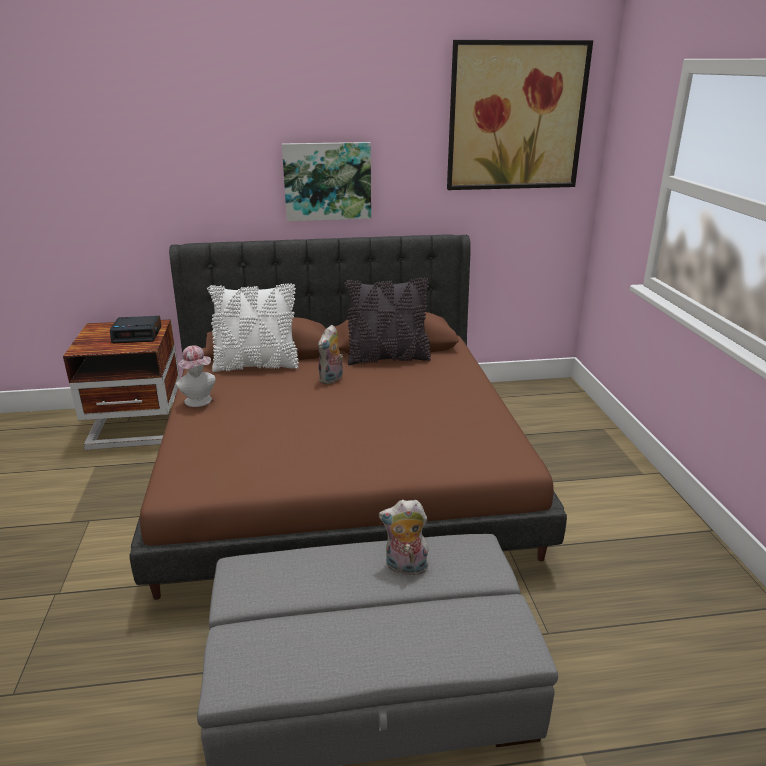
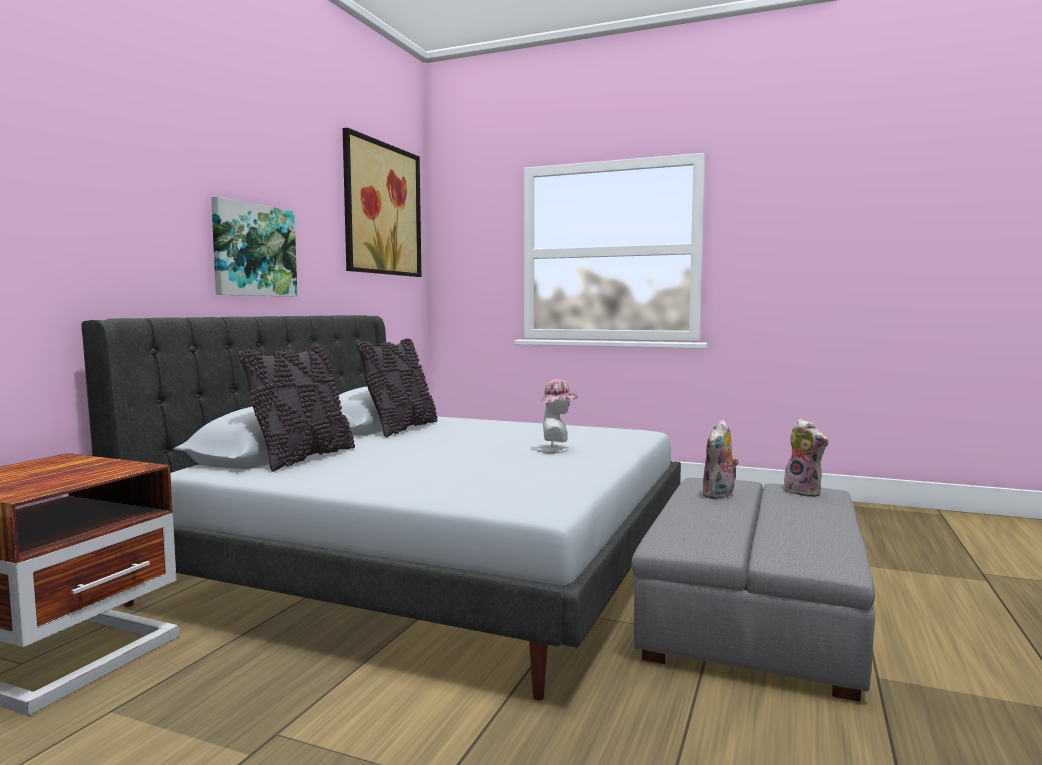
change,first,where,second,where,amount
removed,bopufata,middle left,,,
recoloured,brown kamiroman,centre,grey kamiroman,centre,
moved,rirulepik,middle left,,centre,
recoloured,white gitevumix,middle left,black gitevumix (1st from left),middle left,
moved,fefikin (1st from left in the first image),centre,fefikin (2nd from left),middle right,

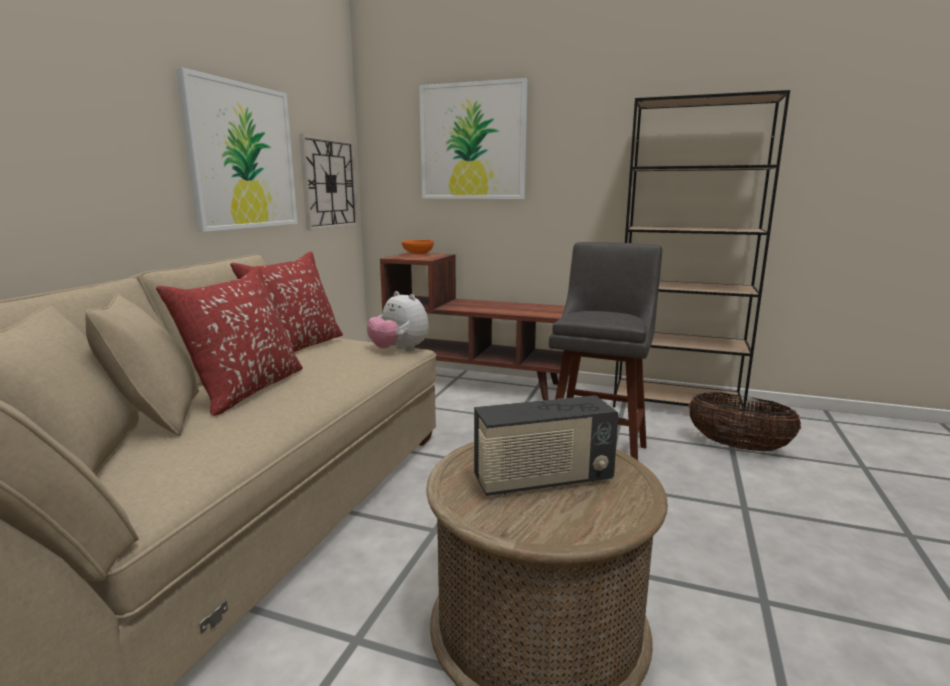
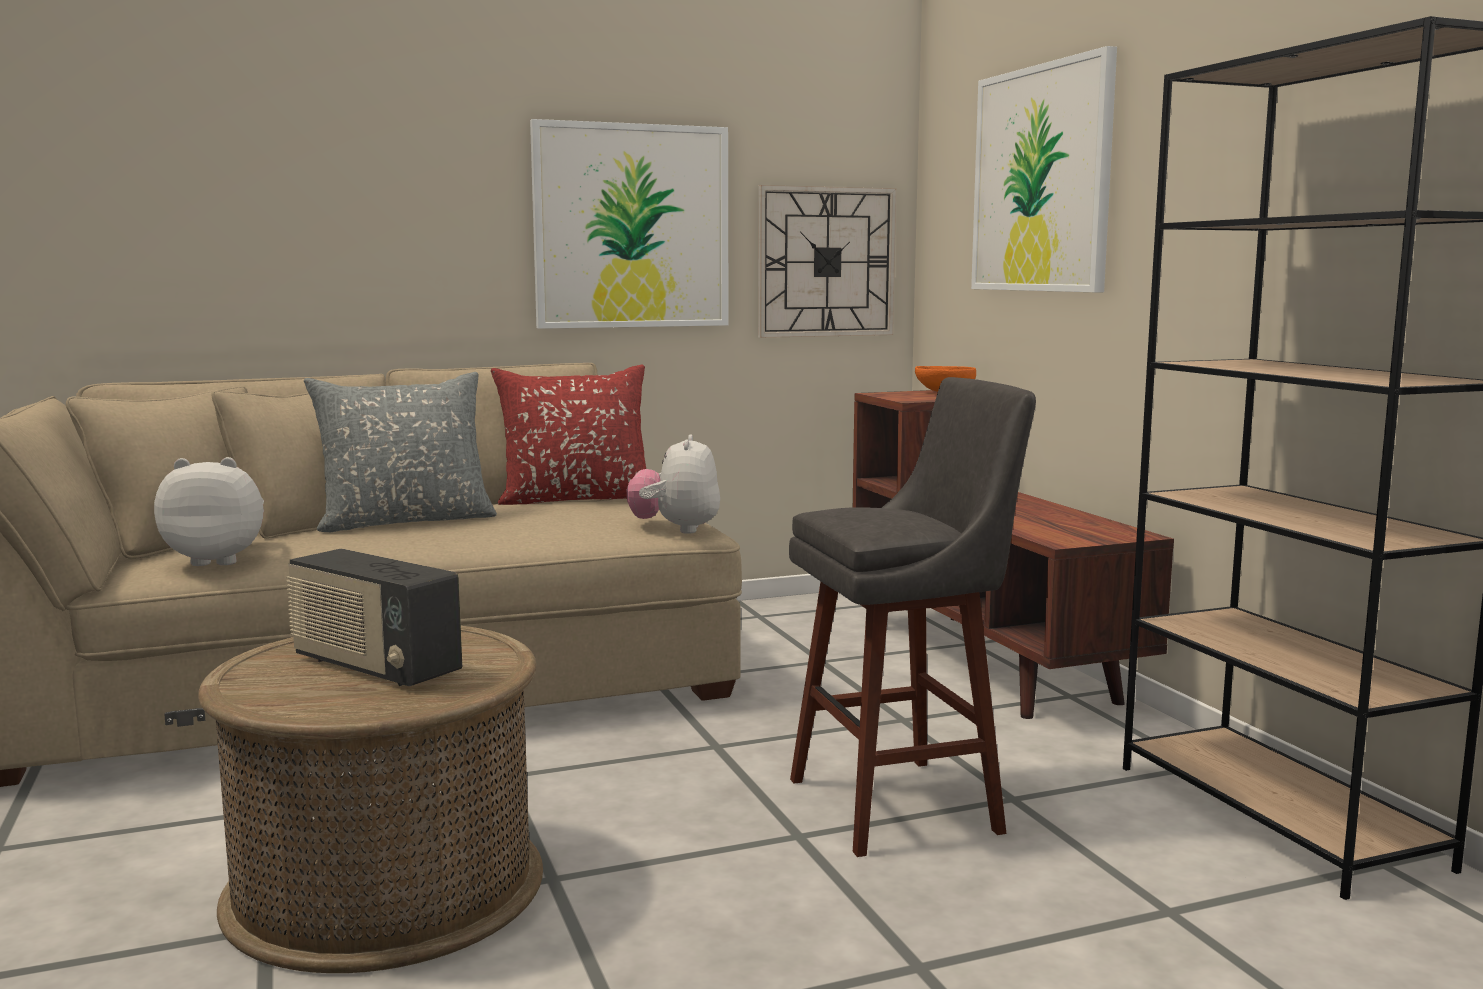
change,first,where,second,where,amount
recoloured,red gitevumix (1st from left),middle left,grey gitevumix,middle left,
removed,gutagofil,middle right,,,
added,,,fefikin (1st from left),middle left,

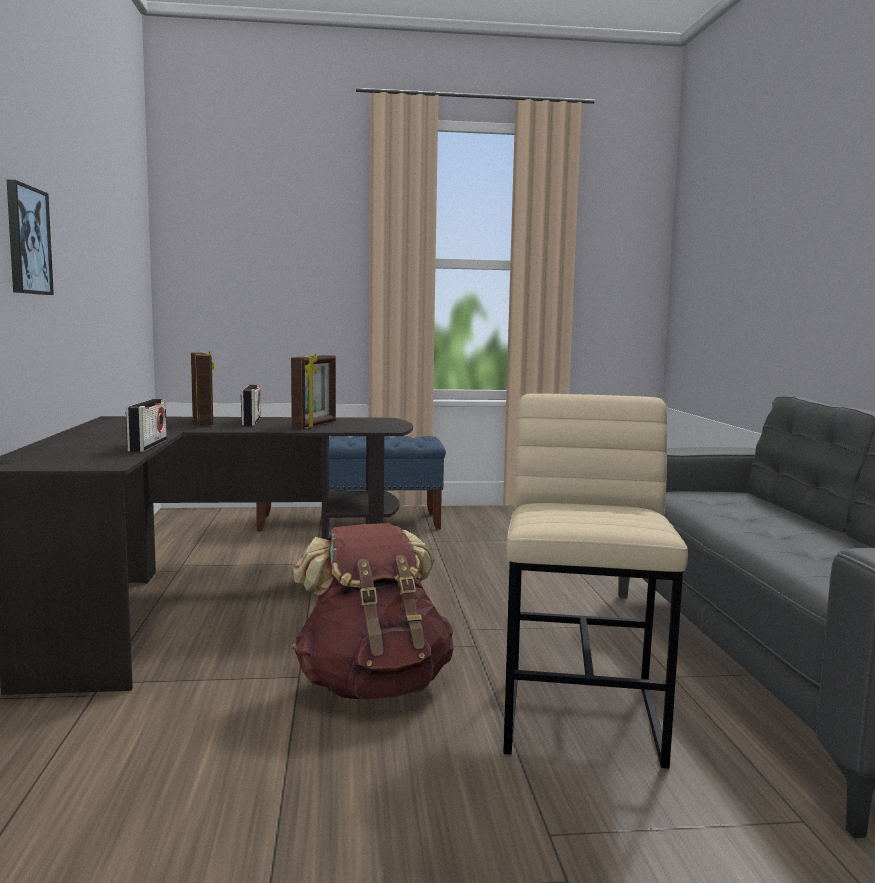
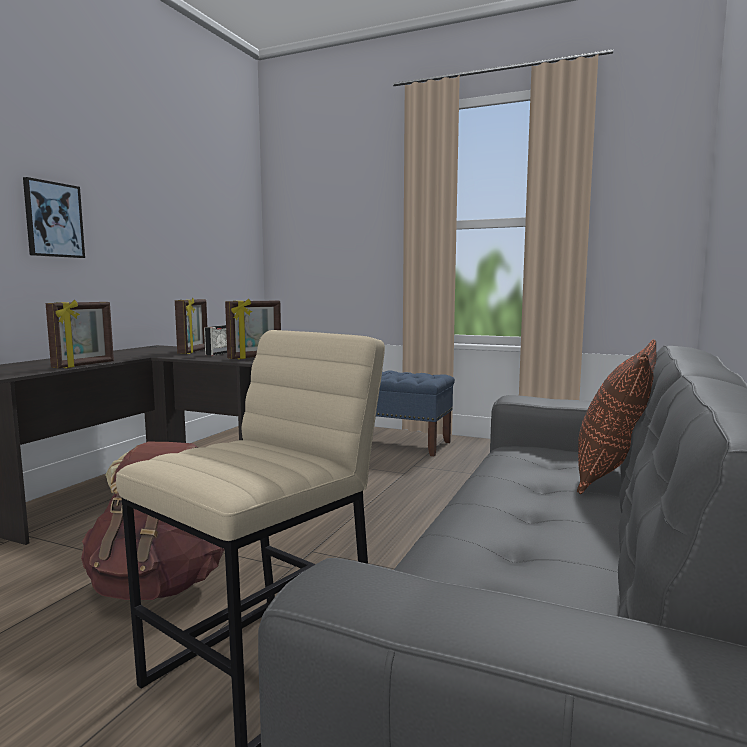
change,first,where,second,where,amount
replaced,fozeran (1st from left),middle left,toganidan (1st from left),middle left,
added,,,brown gitevumix,middle right,

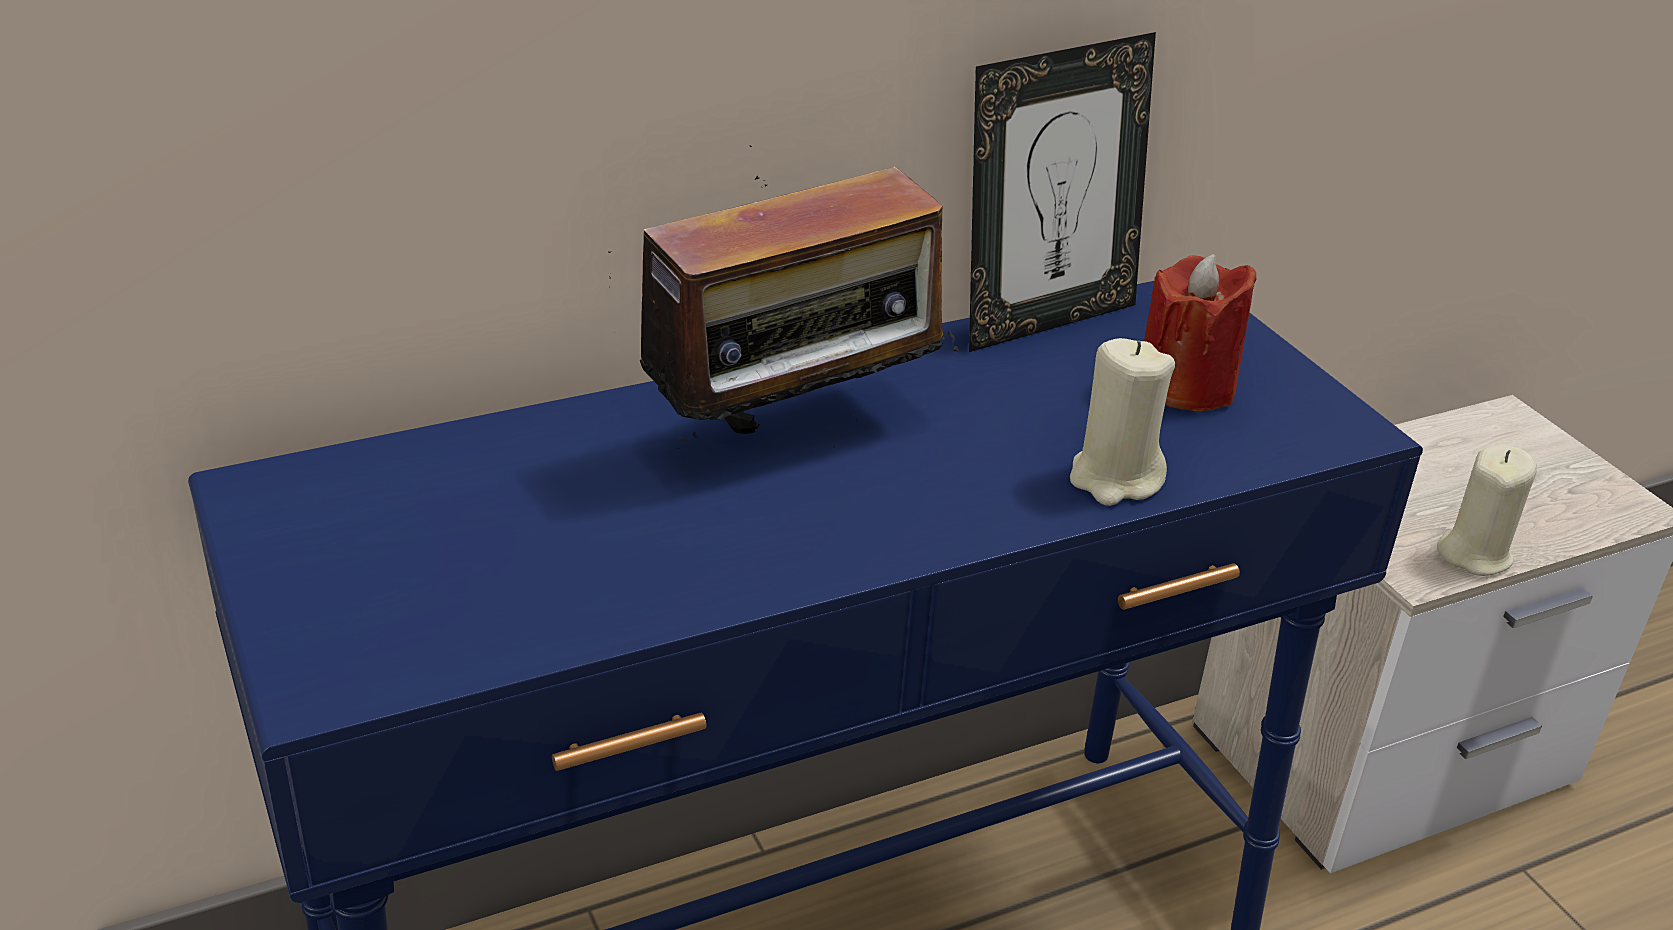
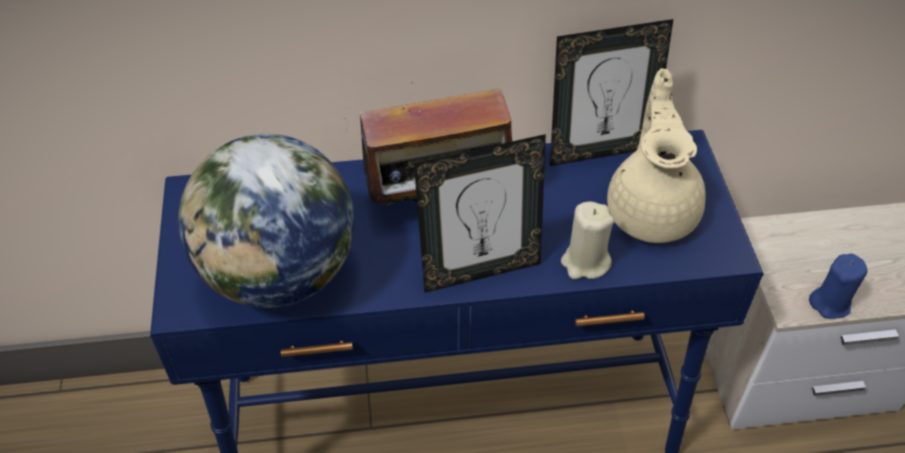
change,first,where,second,where,amount
replaced,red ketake,middle right,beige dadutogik,middle right,
recoloured,beige ketake (2nd from left),middle right,blue ketake,middle right,
added,,,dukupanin,middle left,
added,,,toganidan (1st from left),centre,

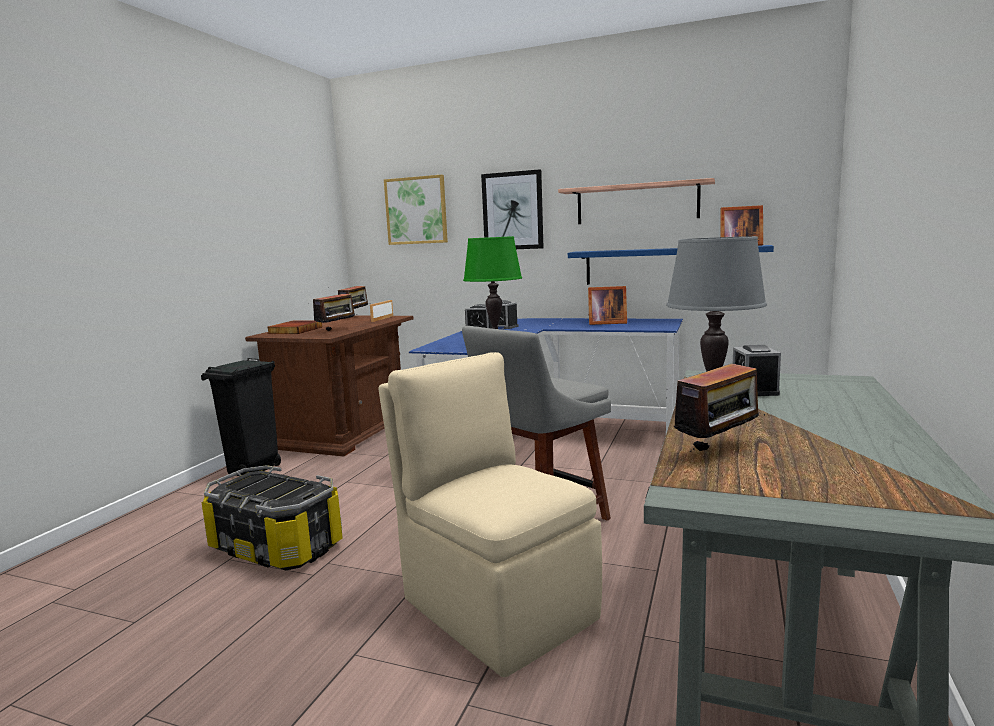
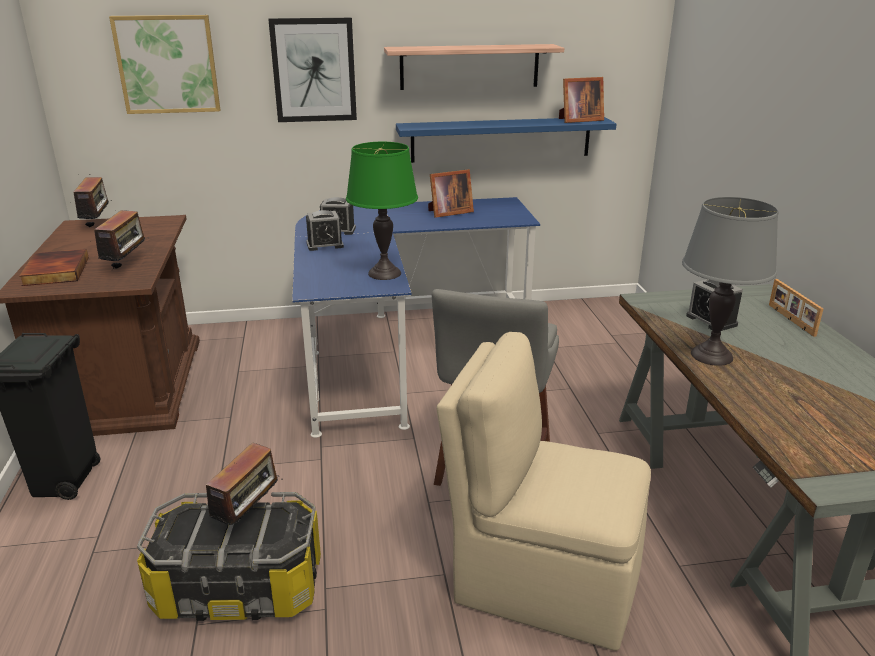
change,first,where,second,where,amount
moved,toganidan (1st from left in the first image),centre,toganidan (3rd from left),middle right,
moved,fozeran (3rd from left),middle right,,bottom left,

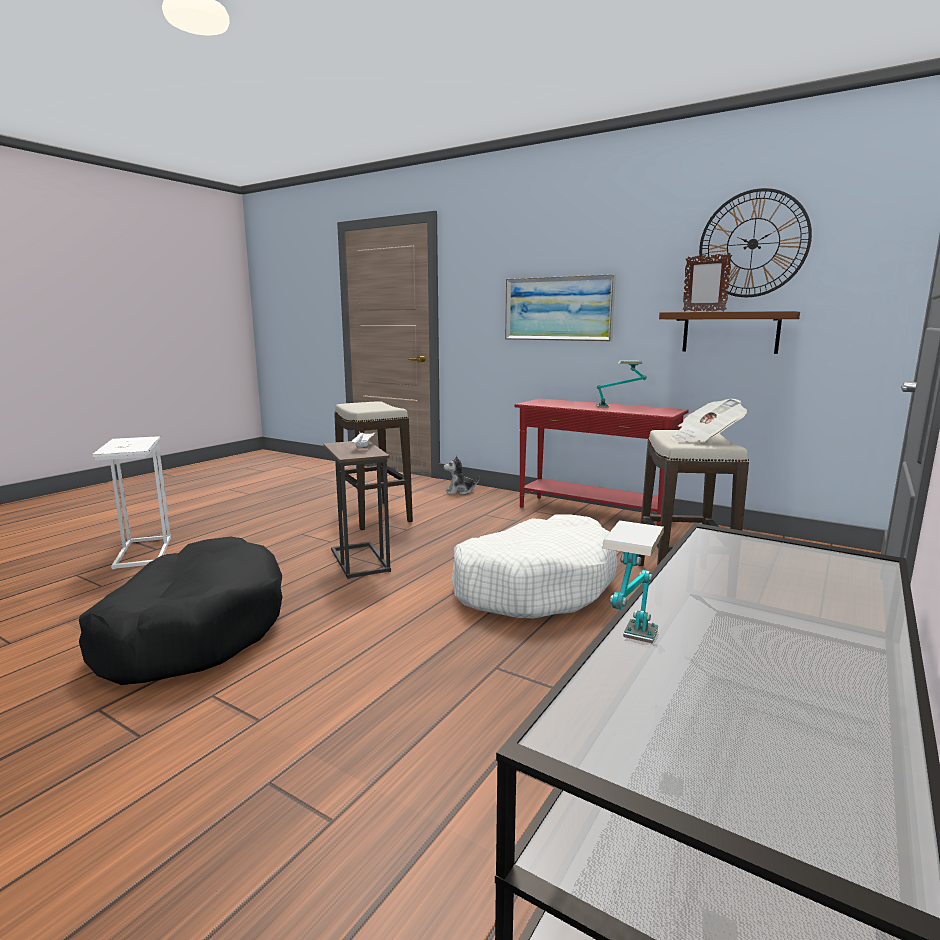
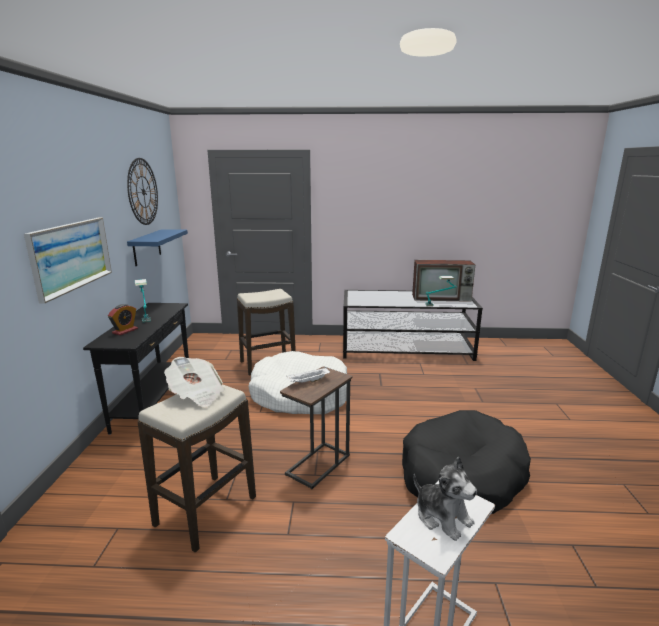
change,first,where,second,where,amount
moved,fefikin,centre,,bottom right,
recoloured,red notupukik,centre,black notupukik,middle left,
recoloured,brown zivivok,middle right,blue zivivok,middle left,
moved,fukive,middle right,,middle left,
removed,toganidan,top right,,,
added,,,bopufata,middle left,
added,,,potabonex,middle right,

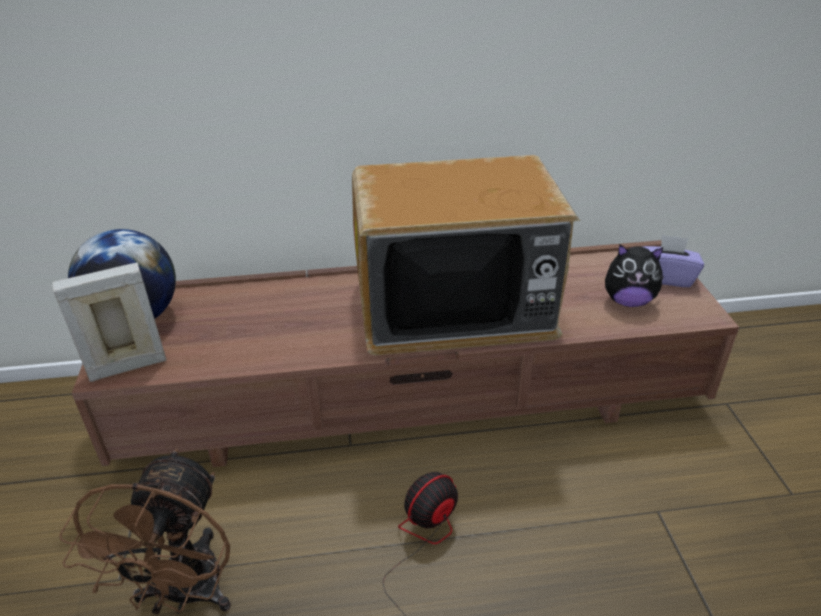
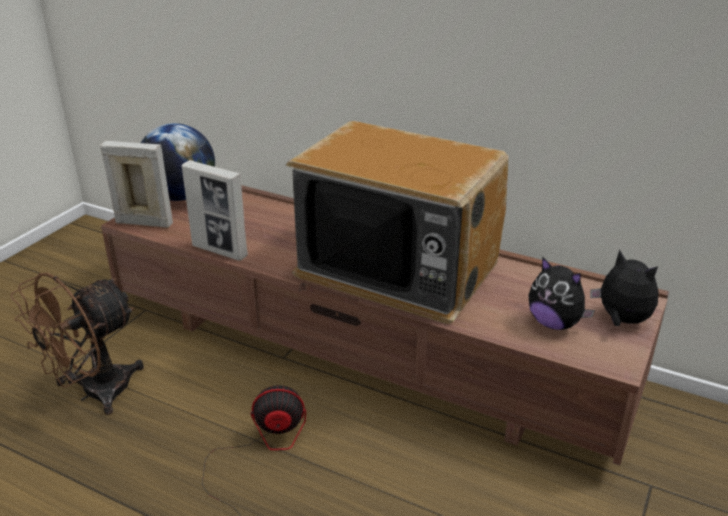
change,first,where,second,where,amount
replaced,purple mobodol,middle right,fefikin (2nd from left),middle right,
added,,,toganidan (2nd from left),middle left,

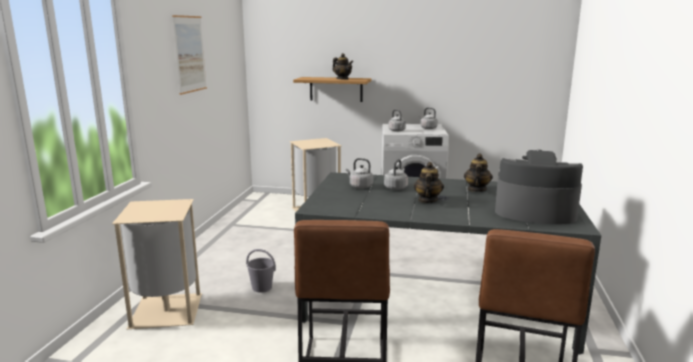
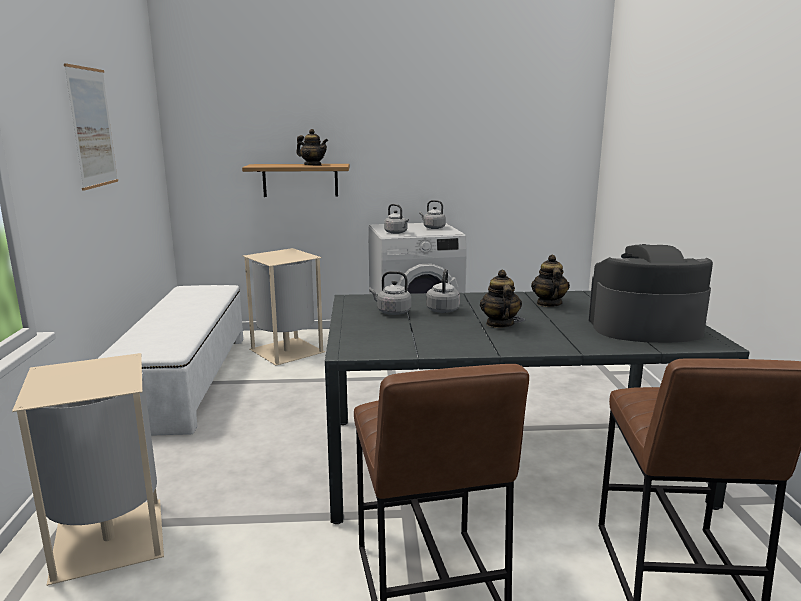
change,first,where,second,where,amount
removed,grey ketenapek,bottom centre,,,
added,,,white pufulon,middle left,

